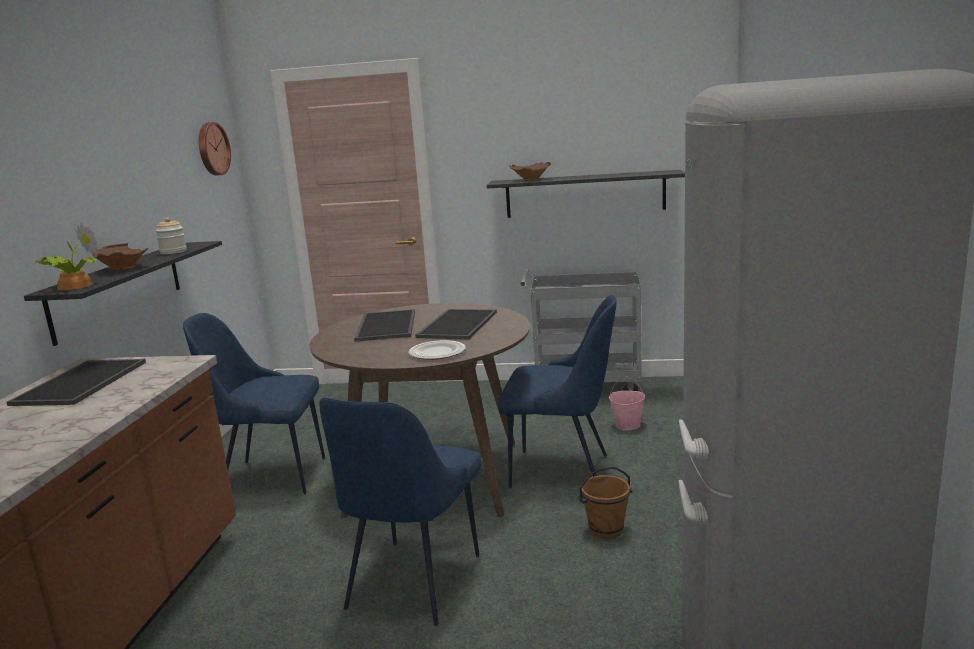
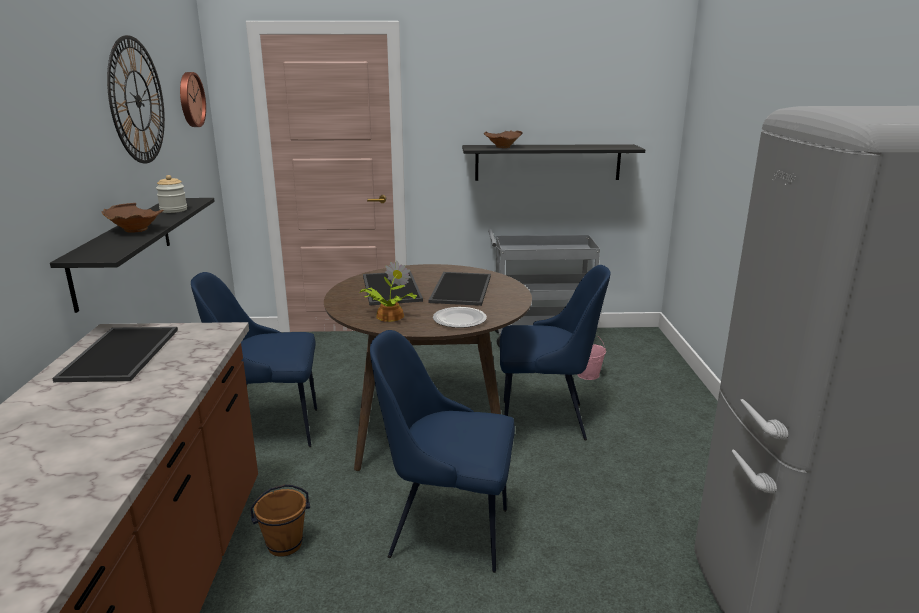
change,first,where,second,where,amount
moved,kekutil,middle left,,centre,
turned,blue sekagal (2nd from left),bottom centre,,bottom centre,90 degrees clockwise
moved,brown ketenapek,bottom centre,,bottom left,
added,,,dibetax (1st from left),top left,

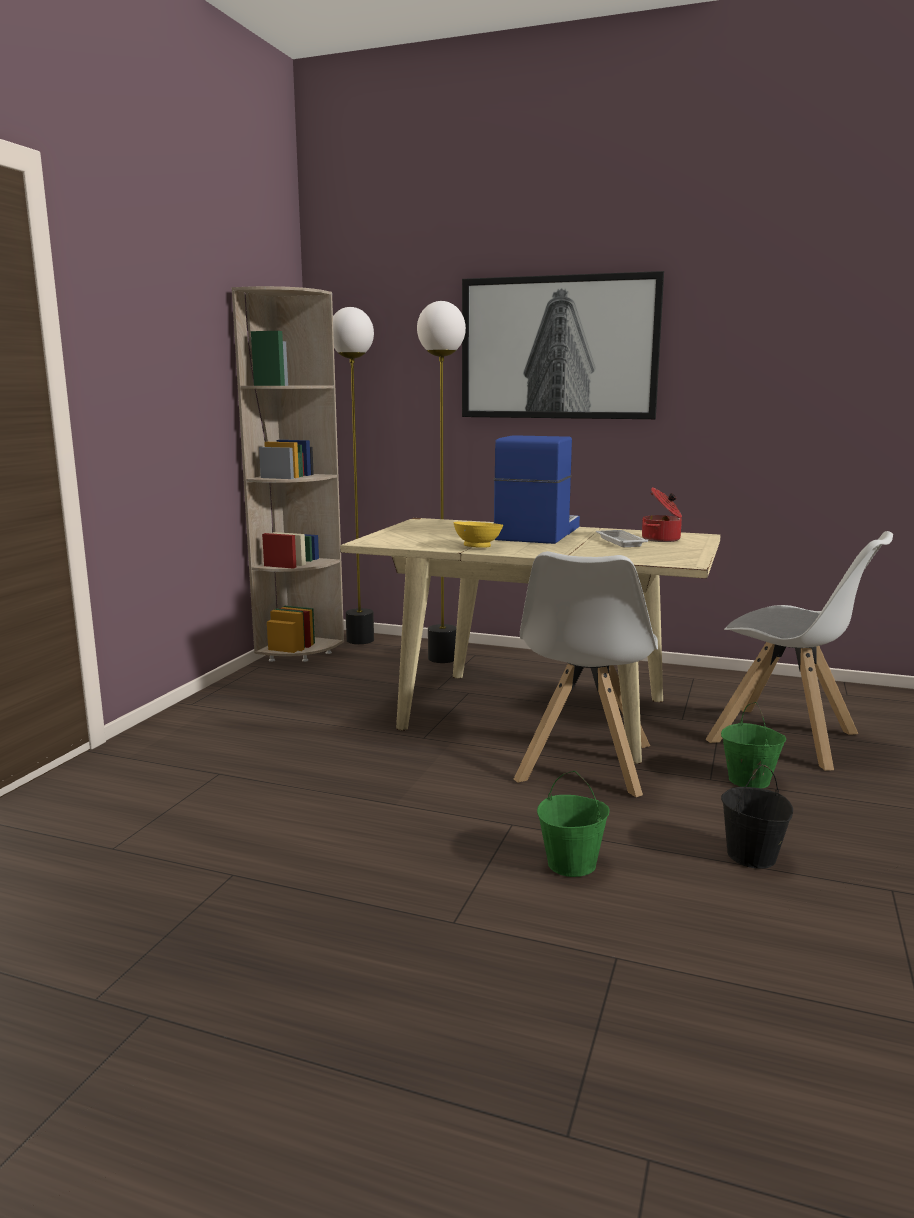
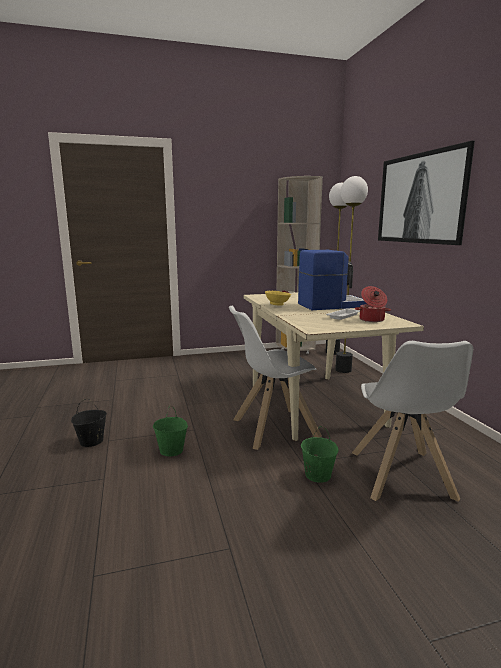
change,first,where,second,where,amount
moved,black ketenapek,bottom right,,middle left,

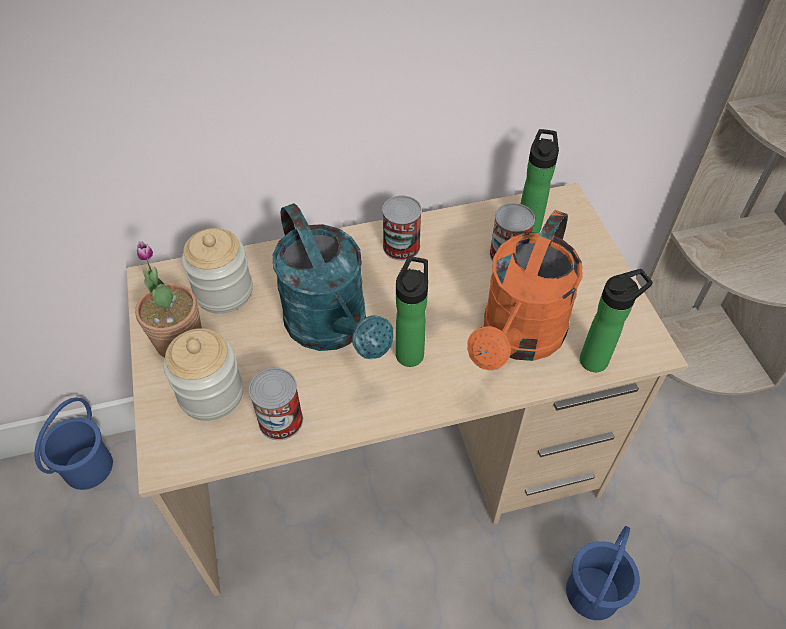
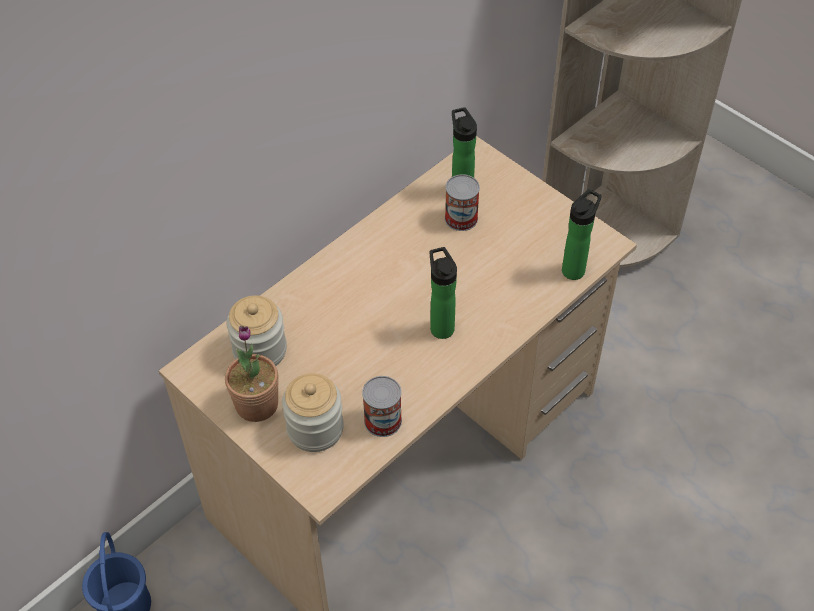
change,first,where,second,where,amount
removed,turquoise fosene,centre,,,
removed,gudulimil (2nd from left),centre,,,
removed,orange fosene,middle right,,,
removed,blue ketenapek (2nd from left),bottom right,,,

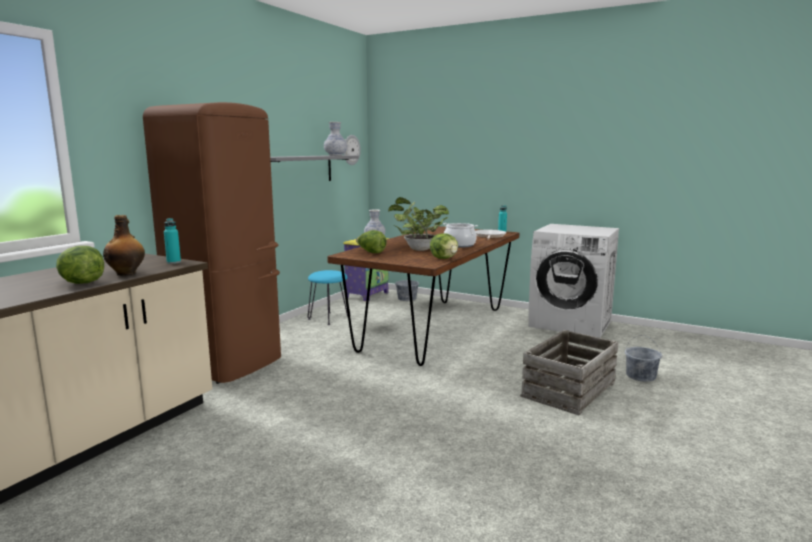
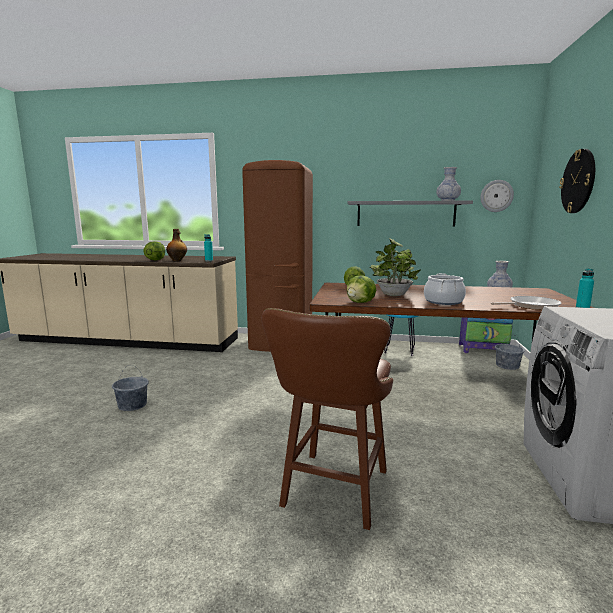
change,first,where,second,where,amount
replaced,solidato,bottom right,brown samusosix,bottom centre,
moved,grey ketenapek (2nd from left in the first image),middle right,grey ketenapek (1st from left),middle left,
added,,,dibetax (2nd from left),top right,

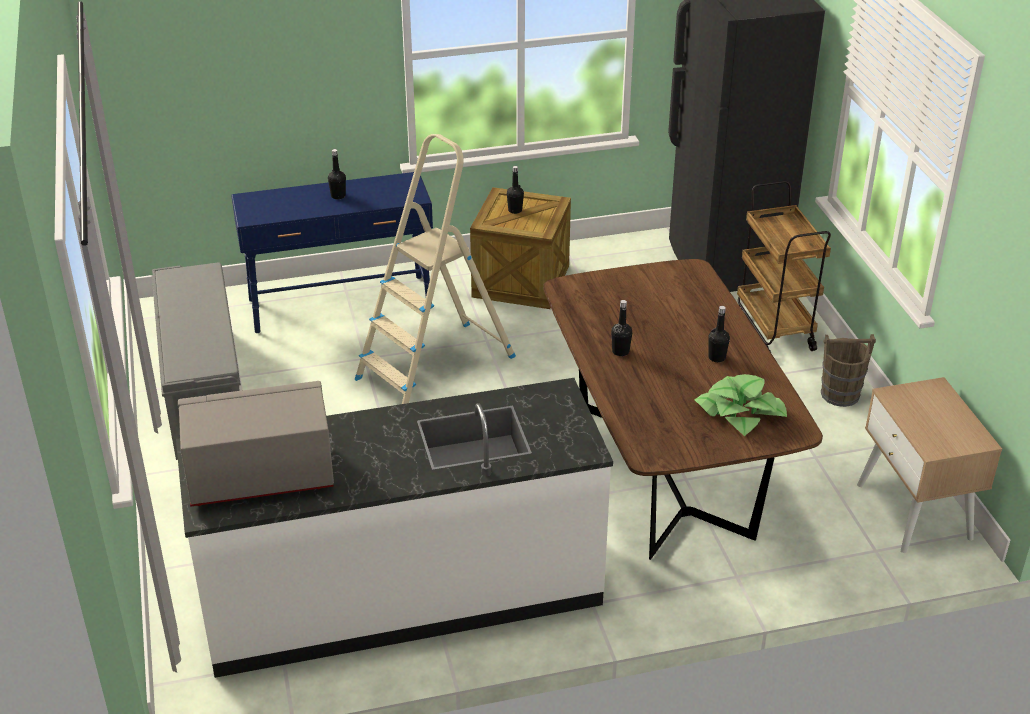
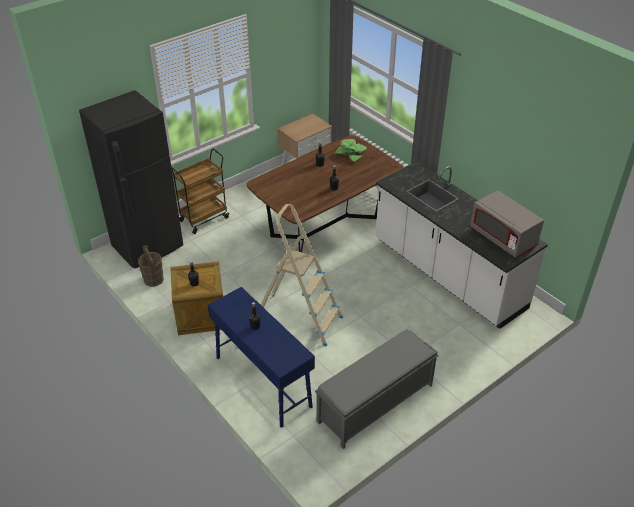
change,first,where,second,where,amount
moved,brown ketenapek,middle right,,middle left,

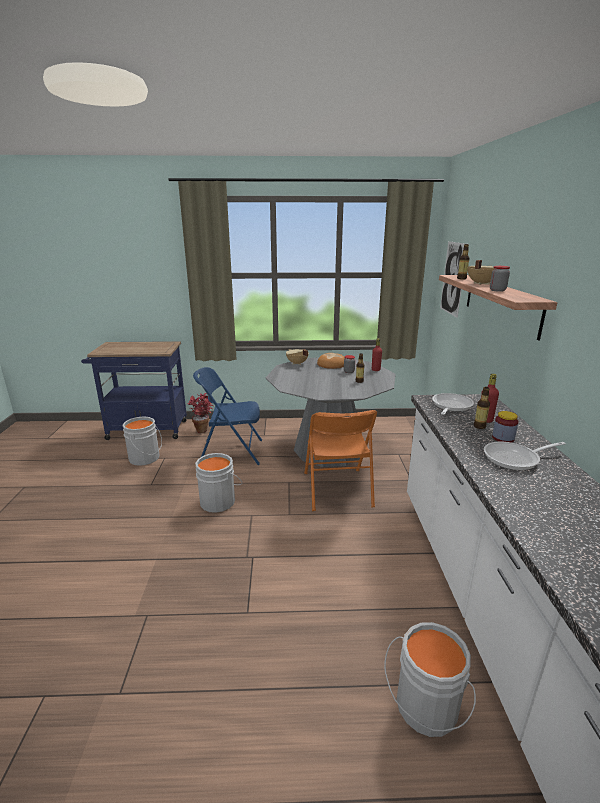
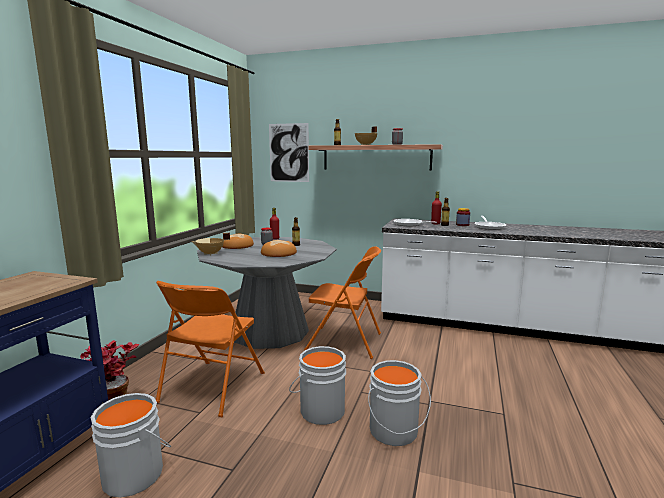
change,first,where,second,where,amount
recoloured,blue sekagal,centre,orange sekagal (1st from left),bottom left,
moved,grey ketenapek (3rd from left),bottom right,,bottom centre,
added,,,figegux (2nd from left),centre,

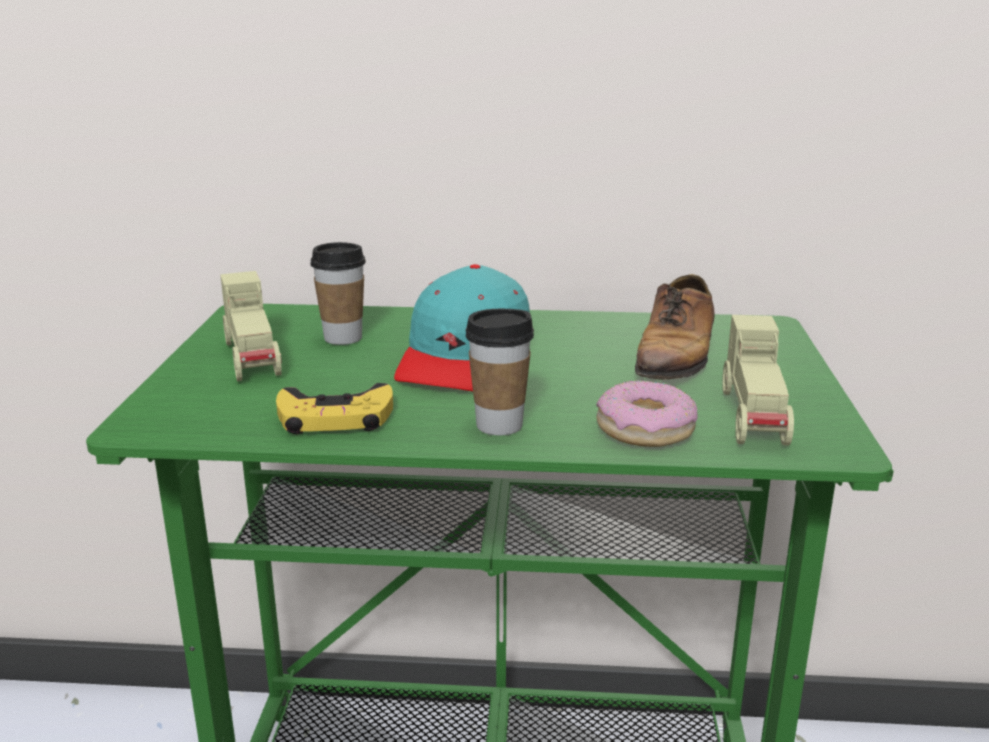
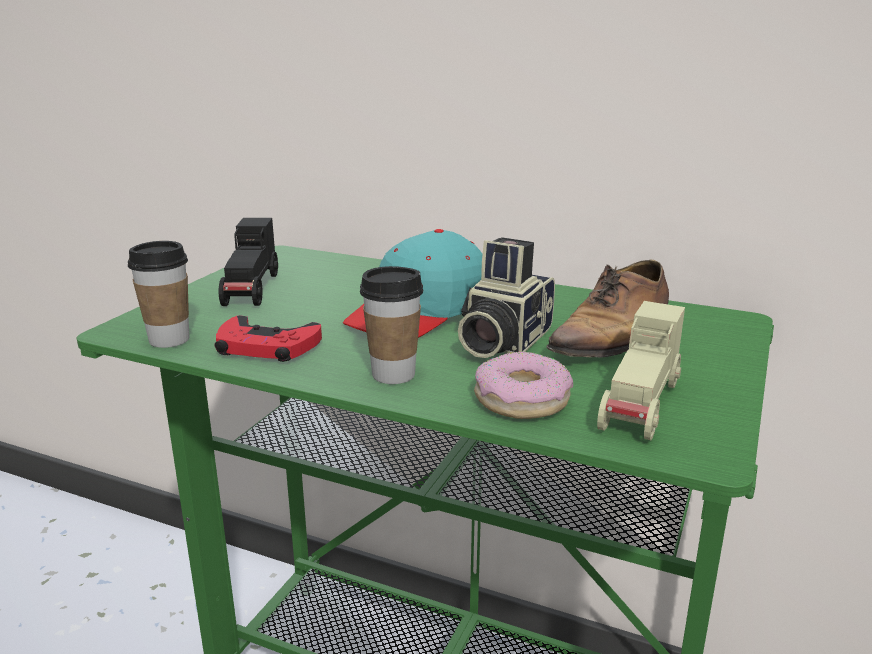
change,first,where,second,where,amount
recoloured,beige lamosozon (1st from left),middle left,black lamosozon,middle left,
recoloured,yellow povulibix,centre,red povulibix,middle left,
moved,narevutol (1st from left),centre,,middle left,
added,,,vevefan,centre,

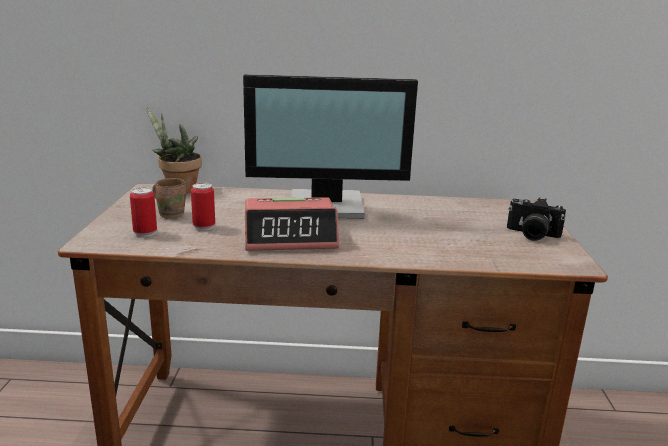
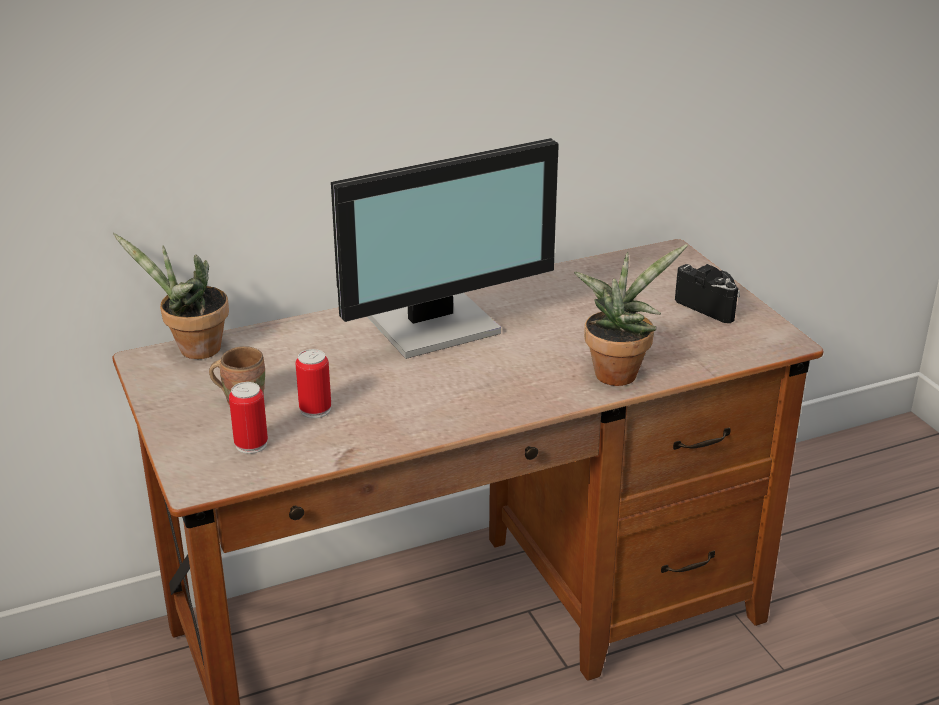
change,first,where,second,where,amount
removed,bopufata,centre,,,
turned,vevefan,middle right,,middle right,135 degrees counterclockwise
added,,,kekutil (2nd from left),middle right,

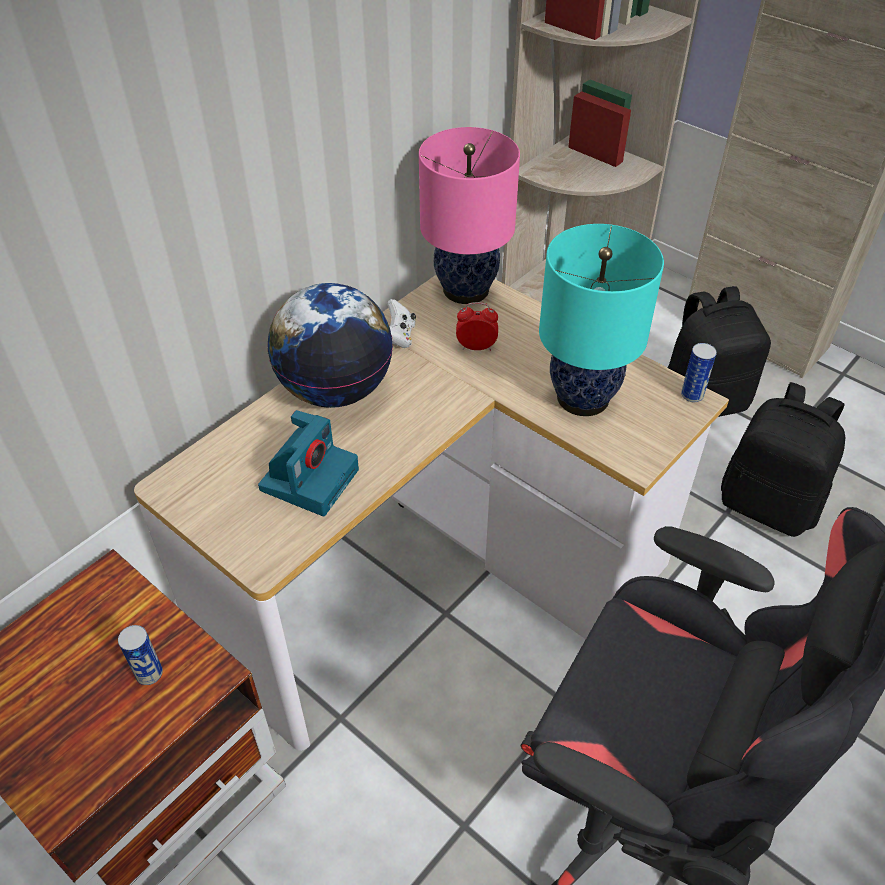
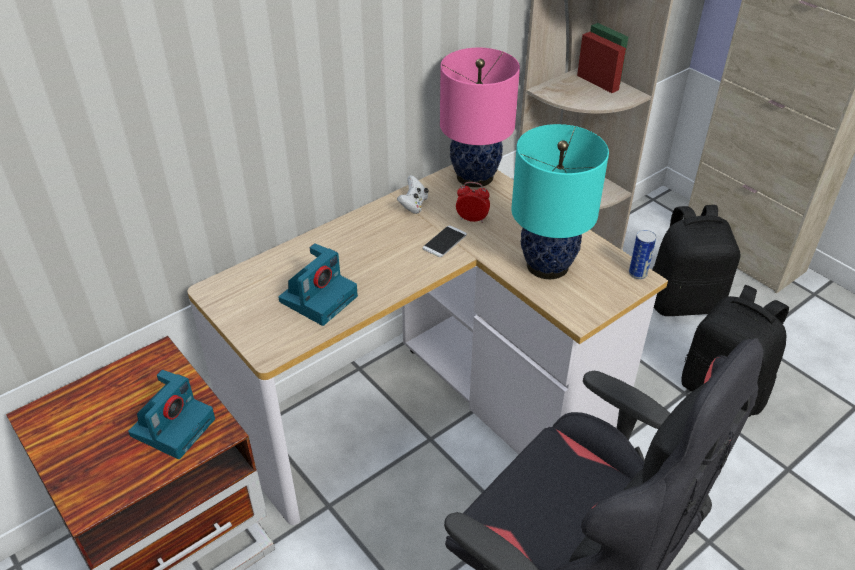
change,first,where,second,where,amount
replaced,gudulimil (1st from left),bottom left,vevefan (1st from left),bottom left,
removed,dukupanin,centre,,,
added,,,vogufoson,centre,

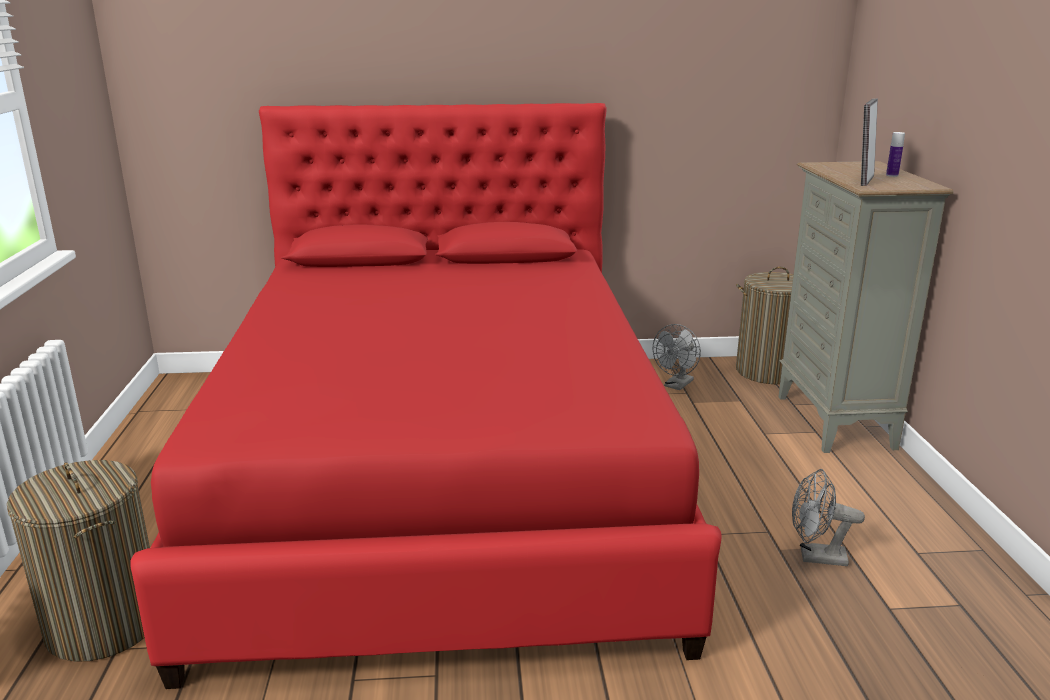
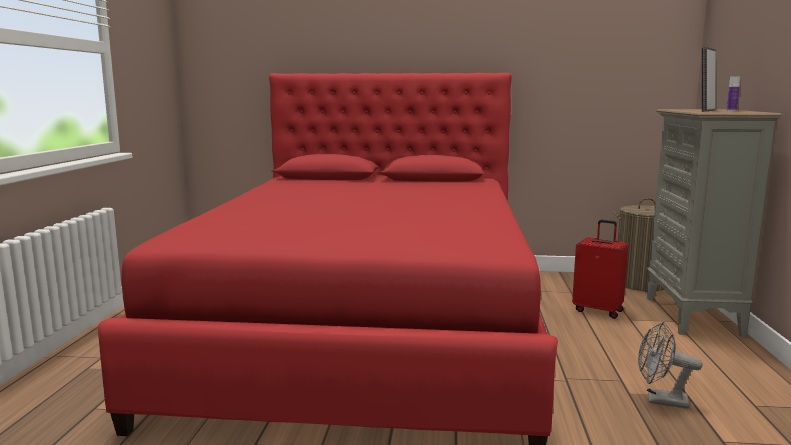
change,first,where,second,where,amount
removed,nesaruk (1st from left),bottom left,,,
removed,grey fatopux (1st from left),centre,,,
added,,,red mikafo,middle right,

